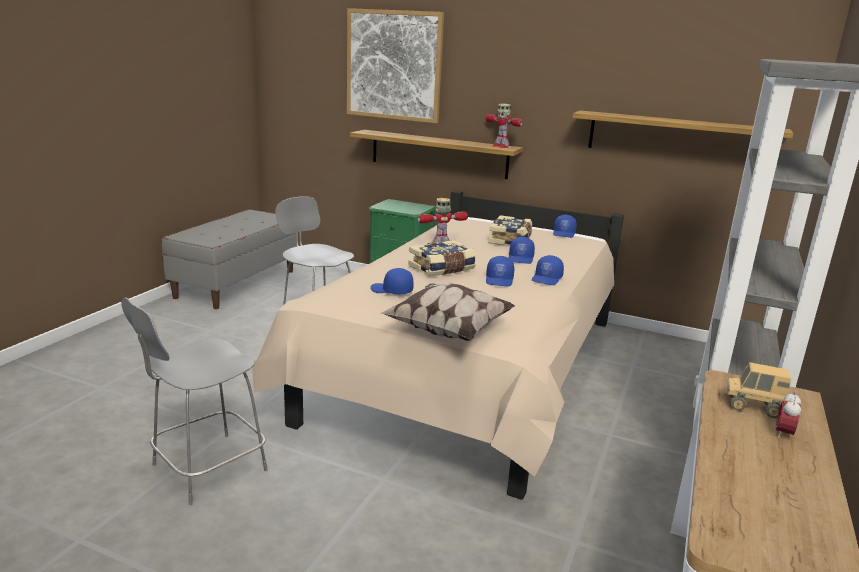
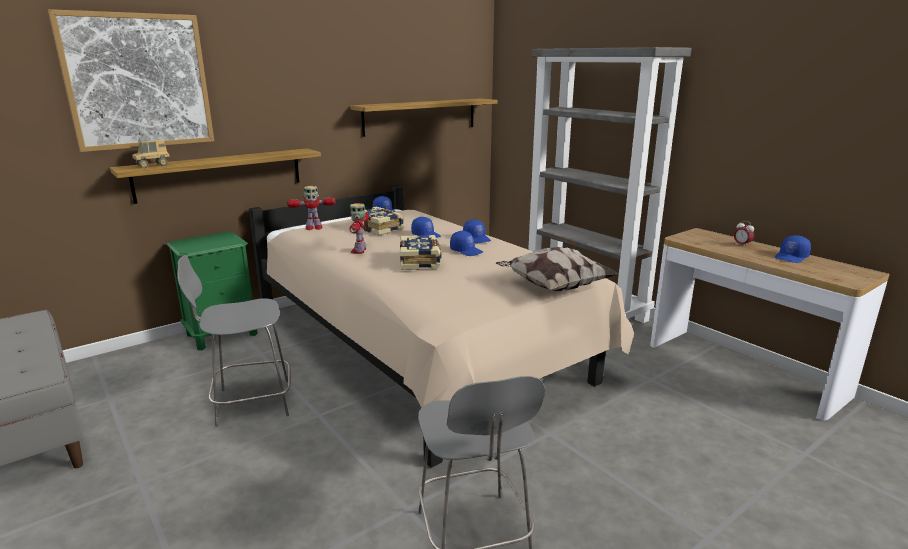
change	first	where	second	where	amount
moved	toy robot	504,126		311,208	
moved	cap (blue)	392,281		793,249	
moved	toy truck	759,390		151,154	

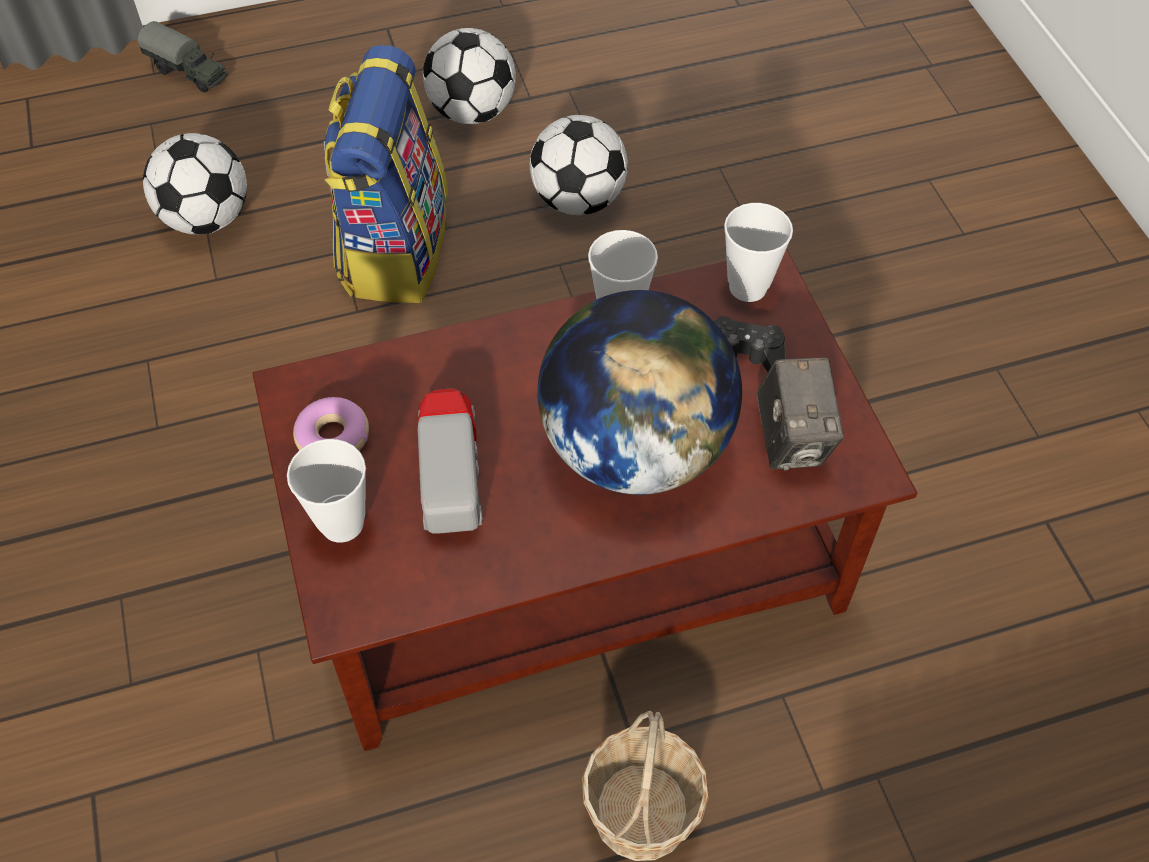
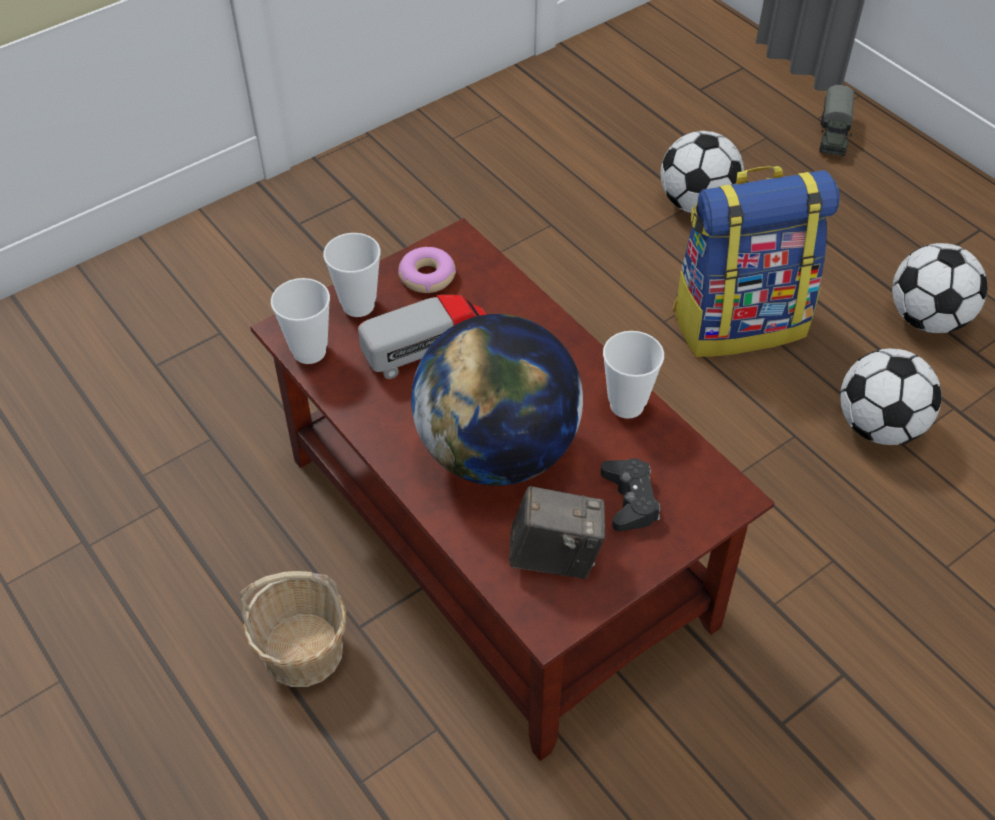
change	first	where	second	where	amount
moved	cup	758,252		300,321	
turned	photo camera	800,414		557,532	150 degrees counterclockwise

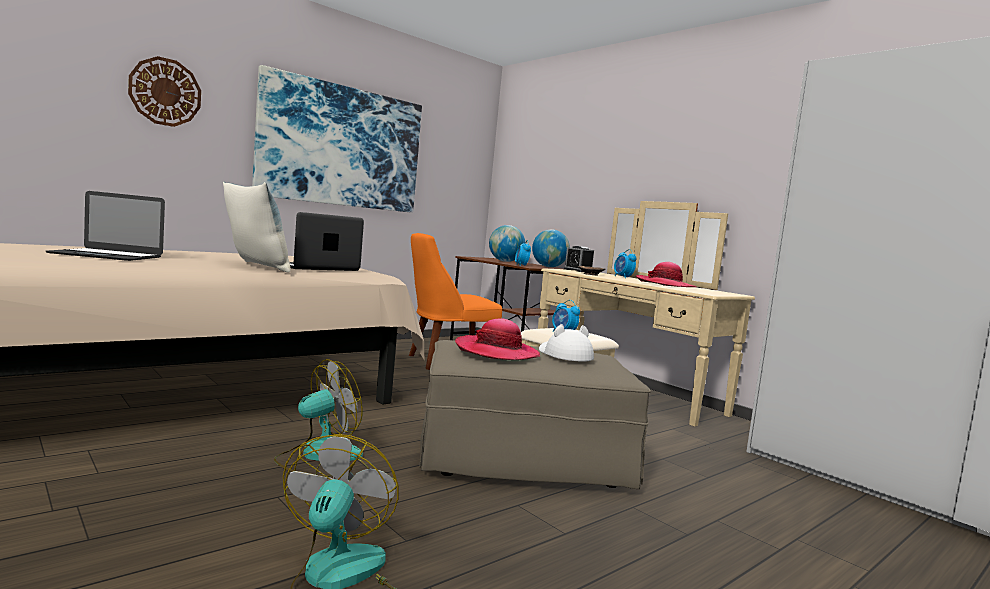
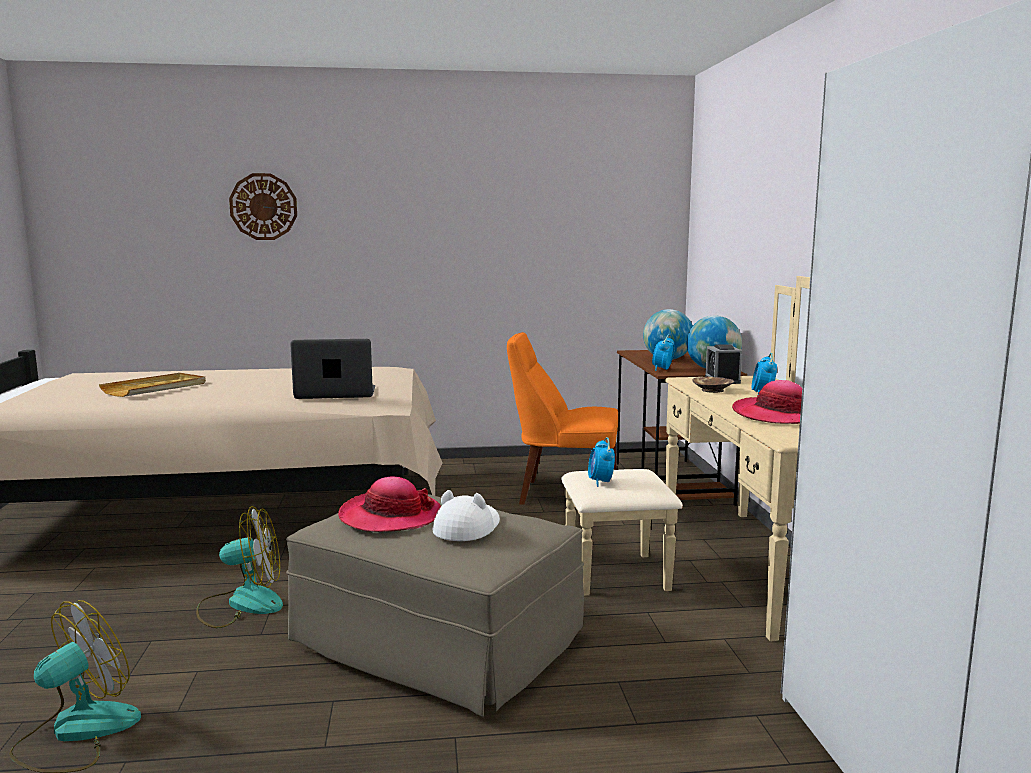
change	first	where	second	where	amount
removed	picture	337,139			
removed	pillow	257,227			
replaced	laptop	105,226	tray (beige)	152,385	

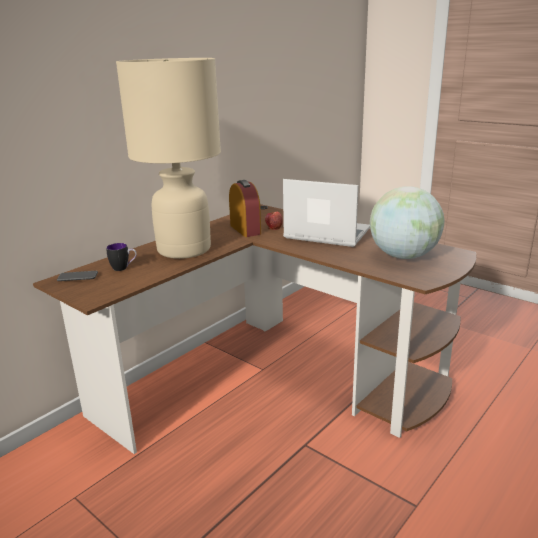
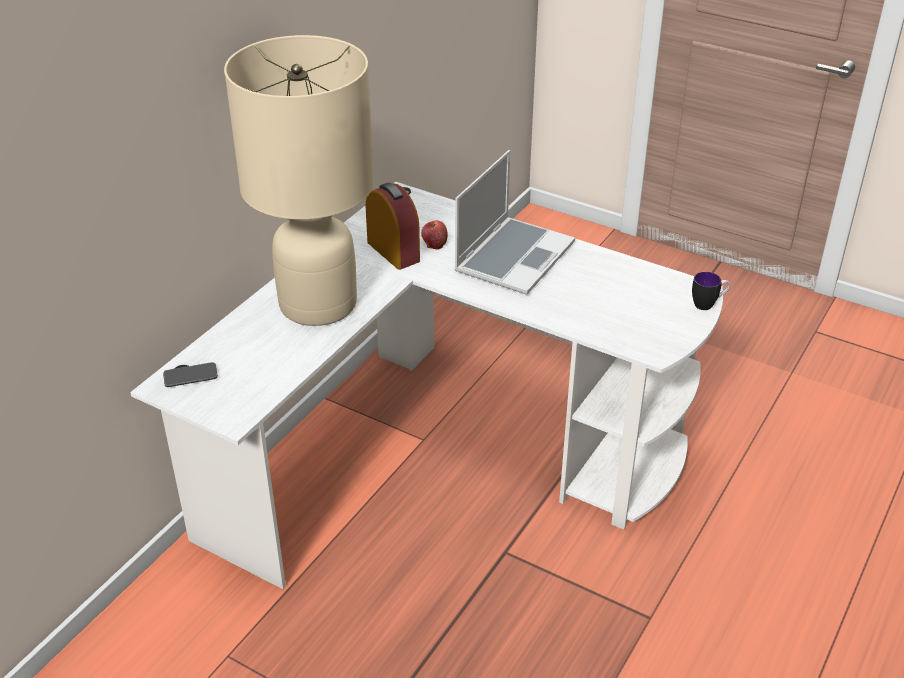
change	first	where	second	where	amount
turned	laptop	326,213		514,222	105 degrees clockwise
removed	globe	407,222			
recoloured	desk (brown)	254,329	desk (white)	426,385	
moved	mug	121,257		711,291	

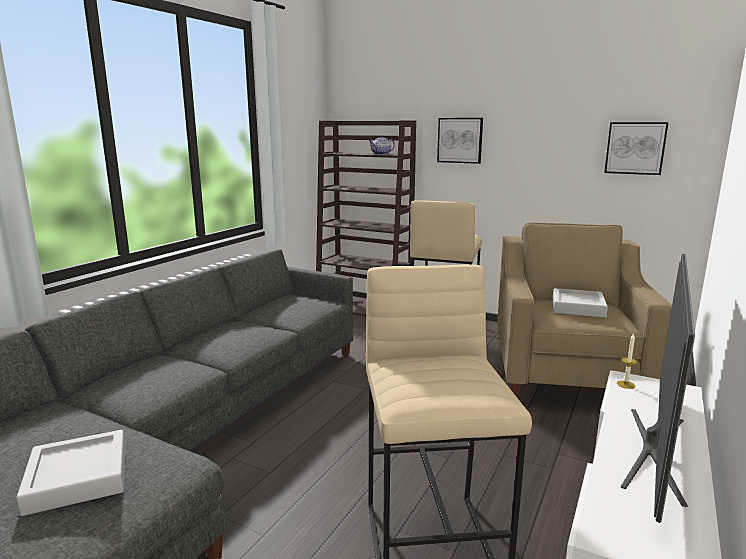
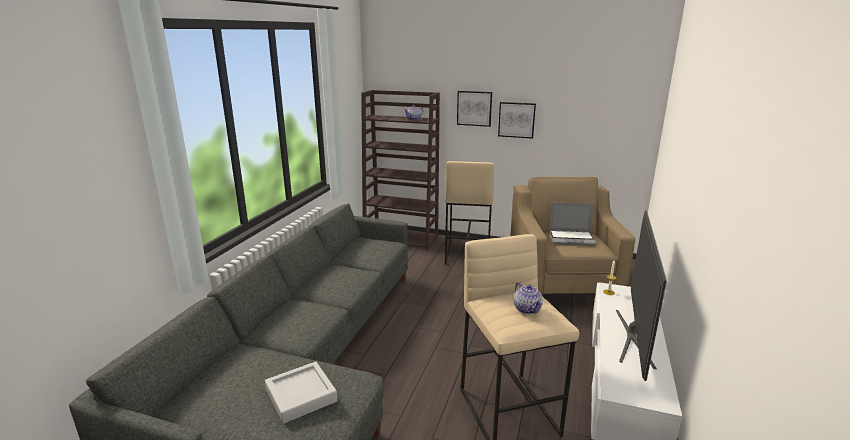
change	first	where	second	where	amount
moved	picture	636,148		517,120	
replaced	tray (grey)	580,303	laptop	573,224	
added			teapot	528,298	

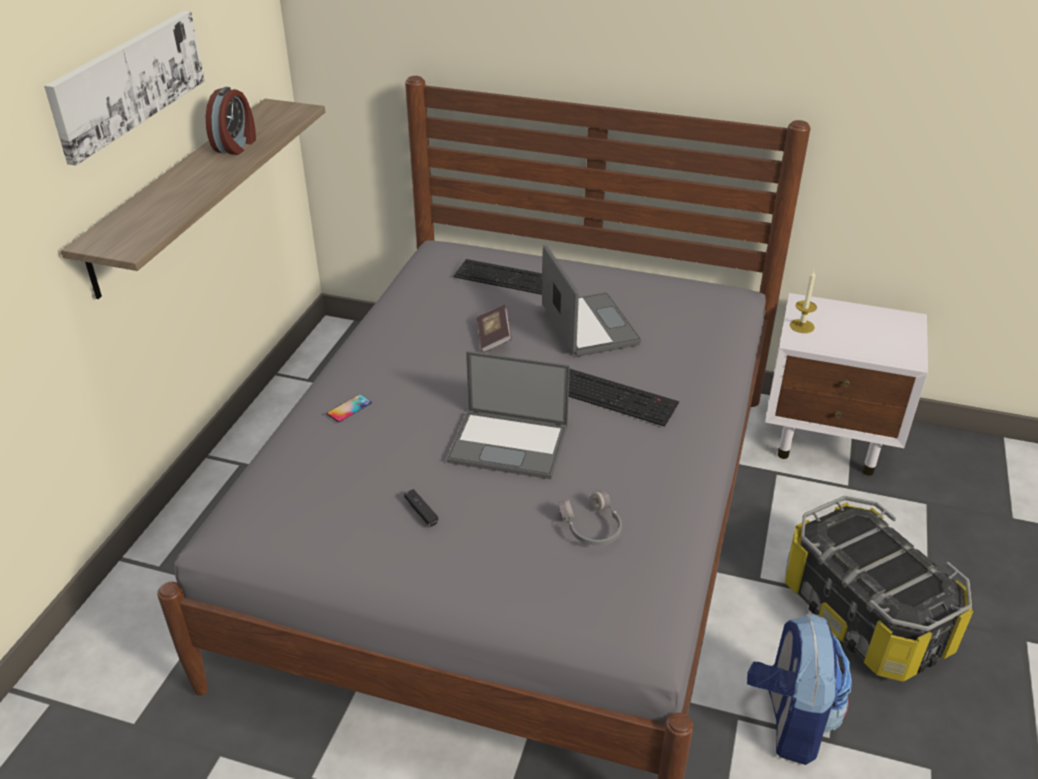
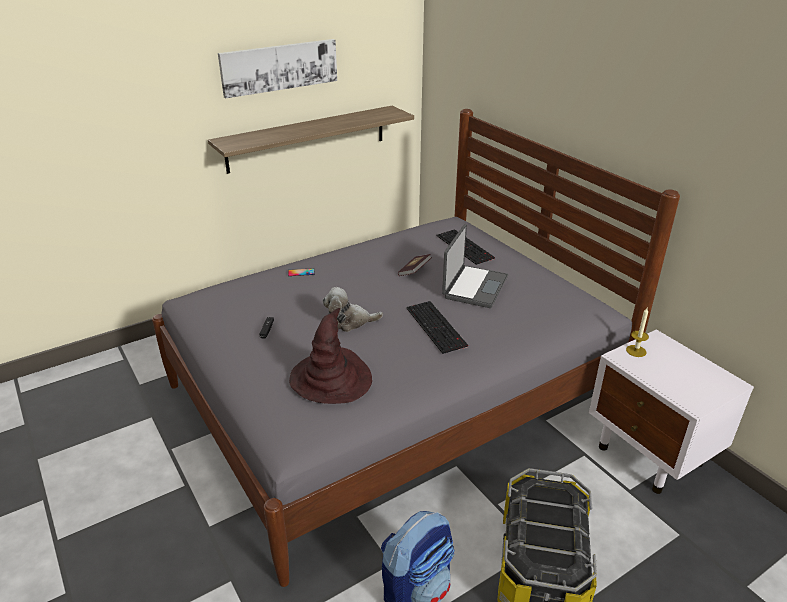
change	first	where	second	where	amount
removed	alarm clock	231,121			
replaced	laptop	508,415	plush toy	353,309	
replaced	headphones (grey)	590,518	hat (brown)	330,356	

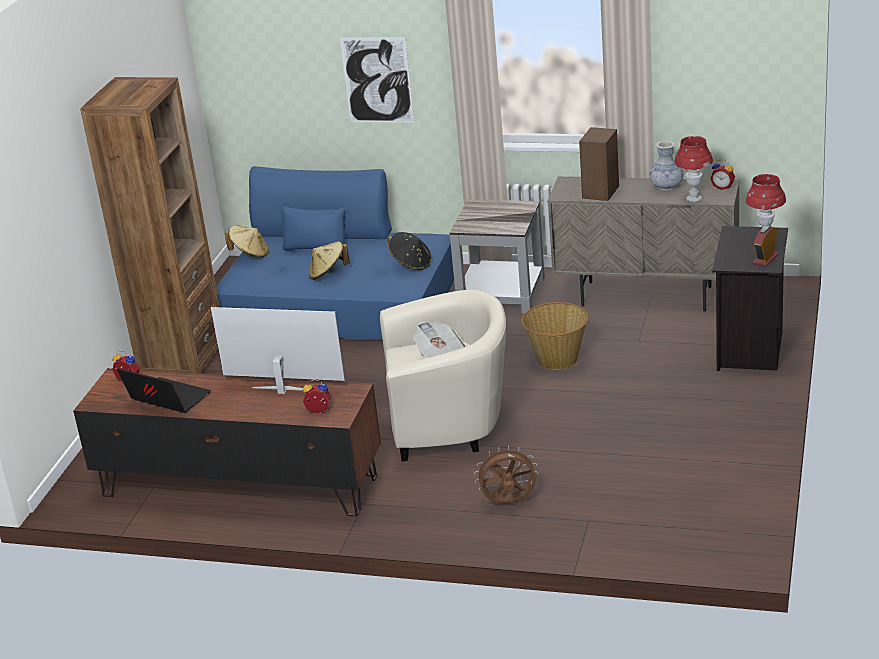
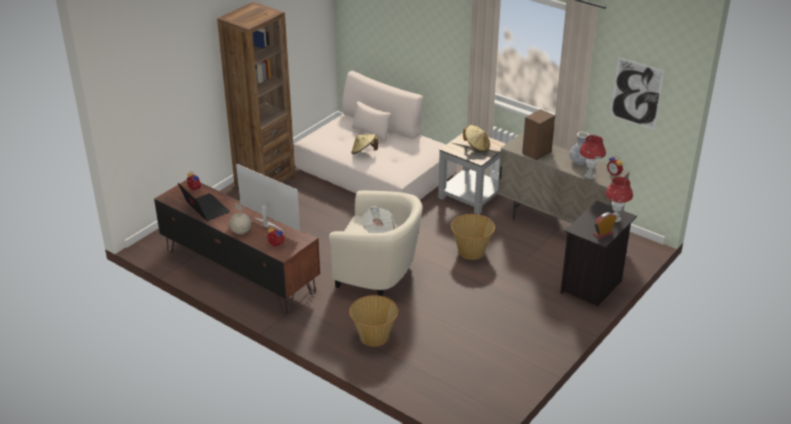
change	first	where	second	where	amount
moved	picture	377,80		637,93	
recoloured	sofa (blue)	335,253	sofa (beige)	375,135	
moved	hat (beige)	247,241		476,138	
removed	hat (black)	410,251			
replaced	fan (brown)	506,474	basket	373,320	
added			globe	240,218	

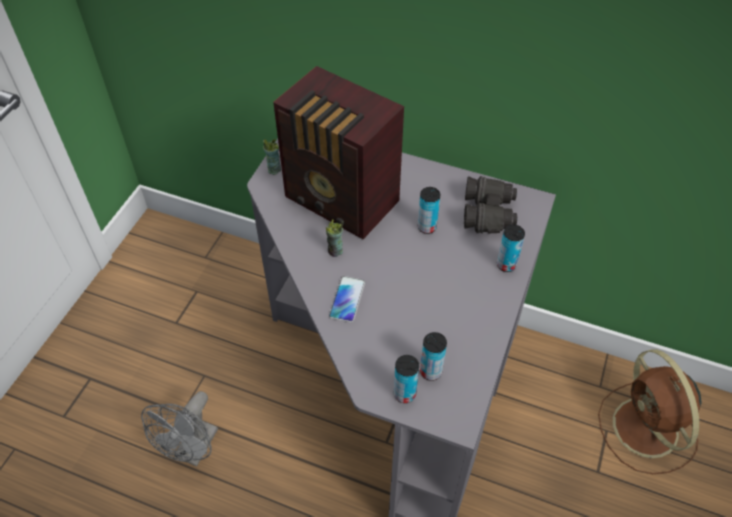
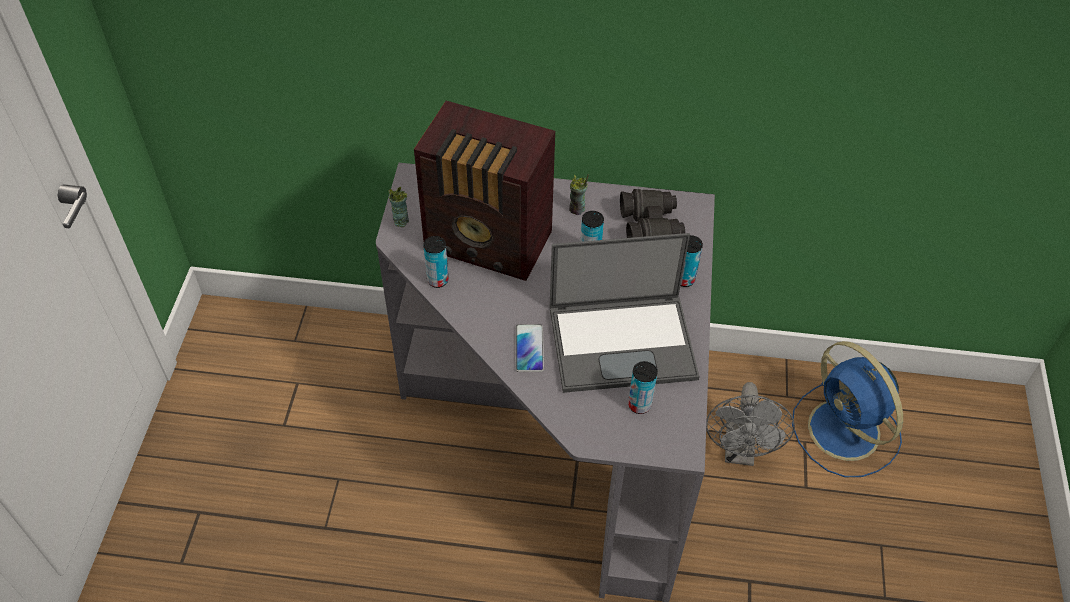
change	first	where	second	where	amount
moved	cup	334,238		579,194	
recoloured	fan (brown)	650,411	fan (blue)	847,409	
moved	can	406,379		436,262	
moved	fan (grey)	179,428		750,424	
added			laptop	625,313	

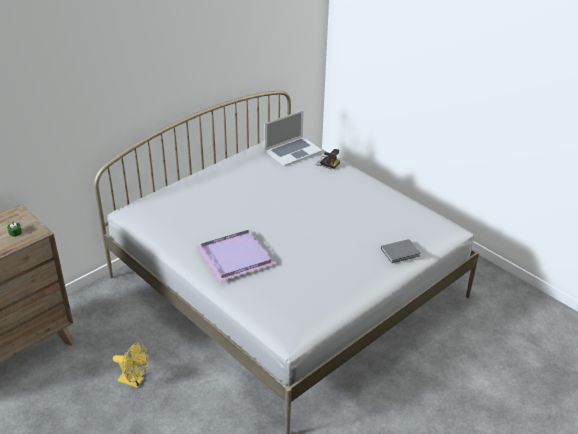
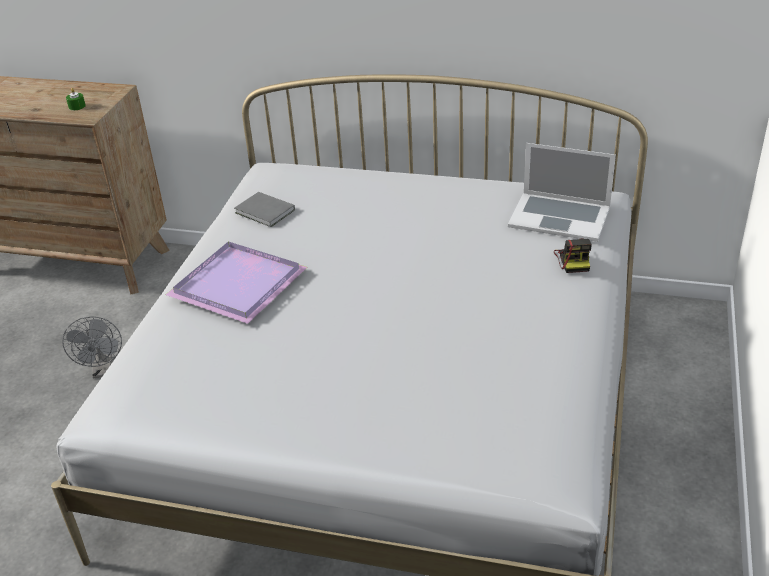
change	first	where	second	where	amount
moved	book (grey)	401,251		264,209	
recoloured	fan (yellow)	131,365	fan (grey)	92,347	

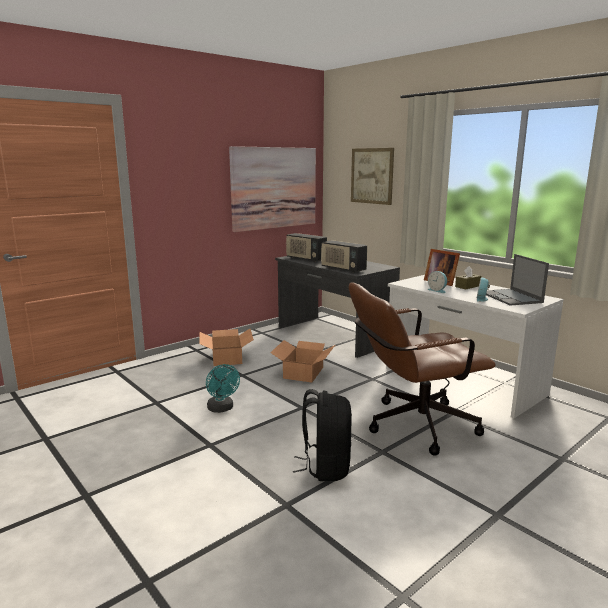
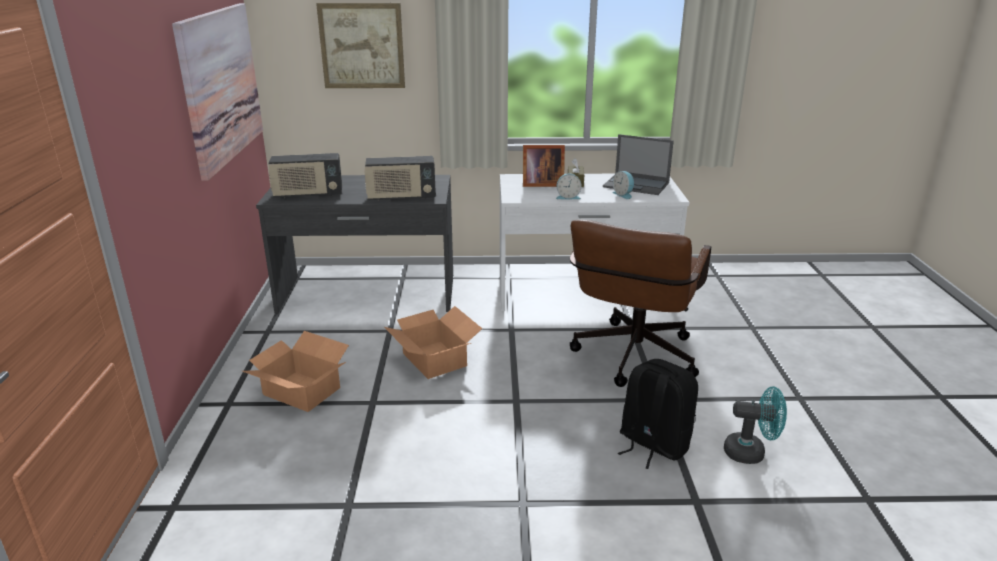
change	first	where	second	where	amount
moved	fan (turquoise)	223,388		755,425	

